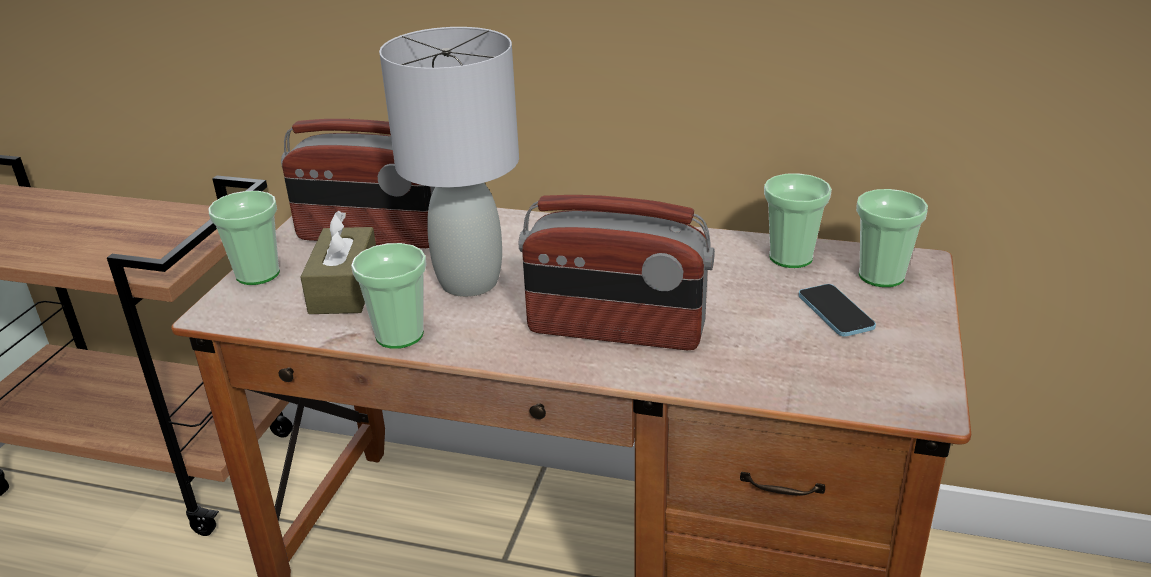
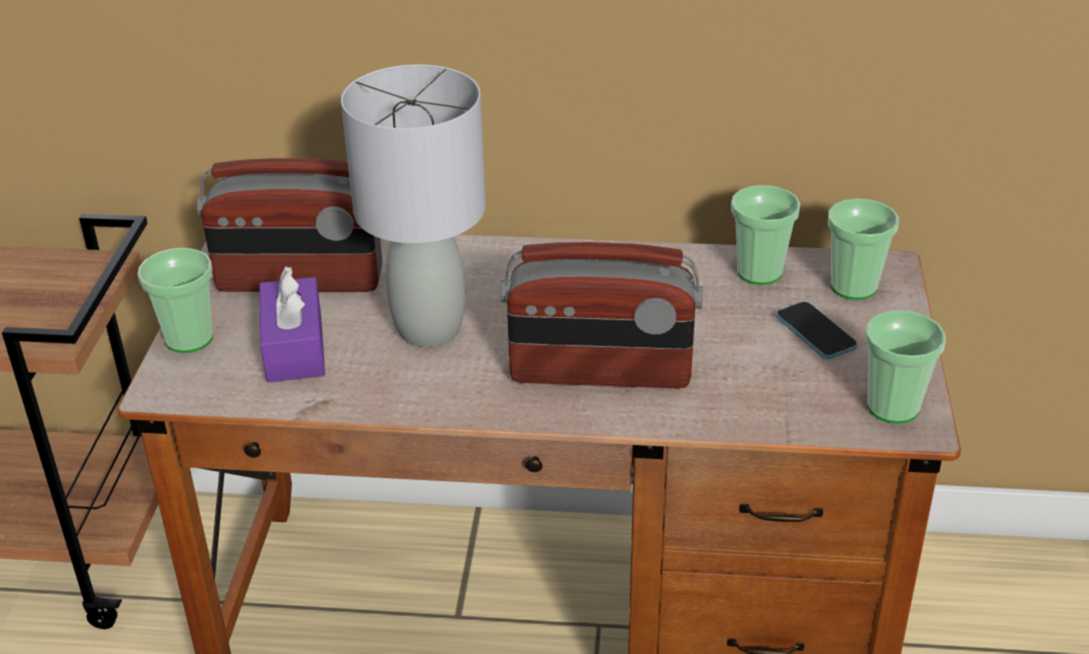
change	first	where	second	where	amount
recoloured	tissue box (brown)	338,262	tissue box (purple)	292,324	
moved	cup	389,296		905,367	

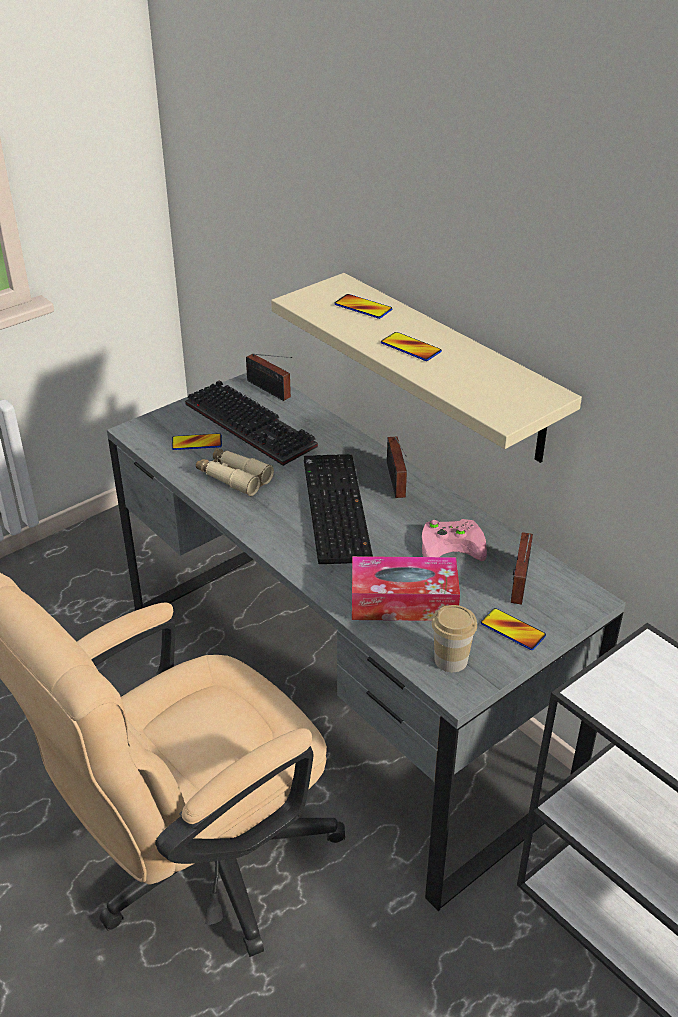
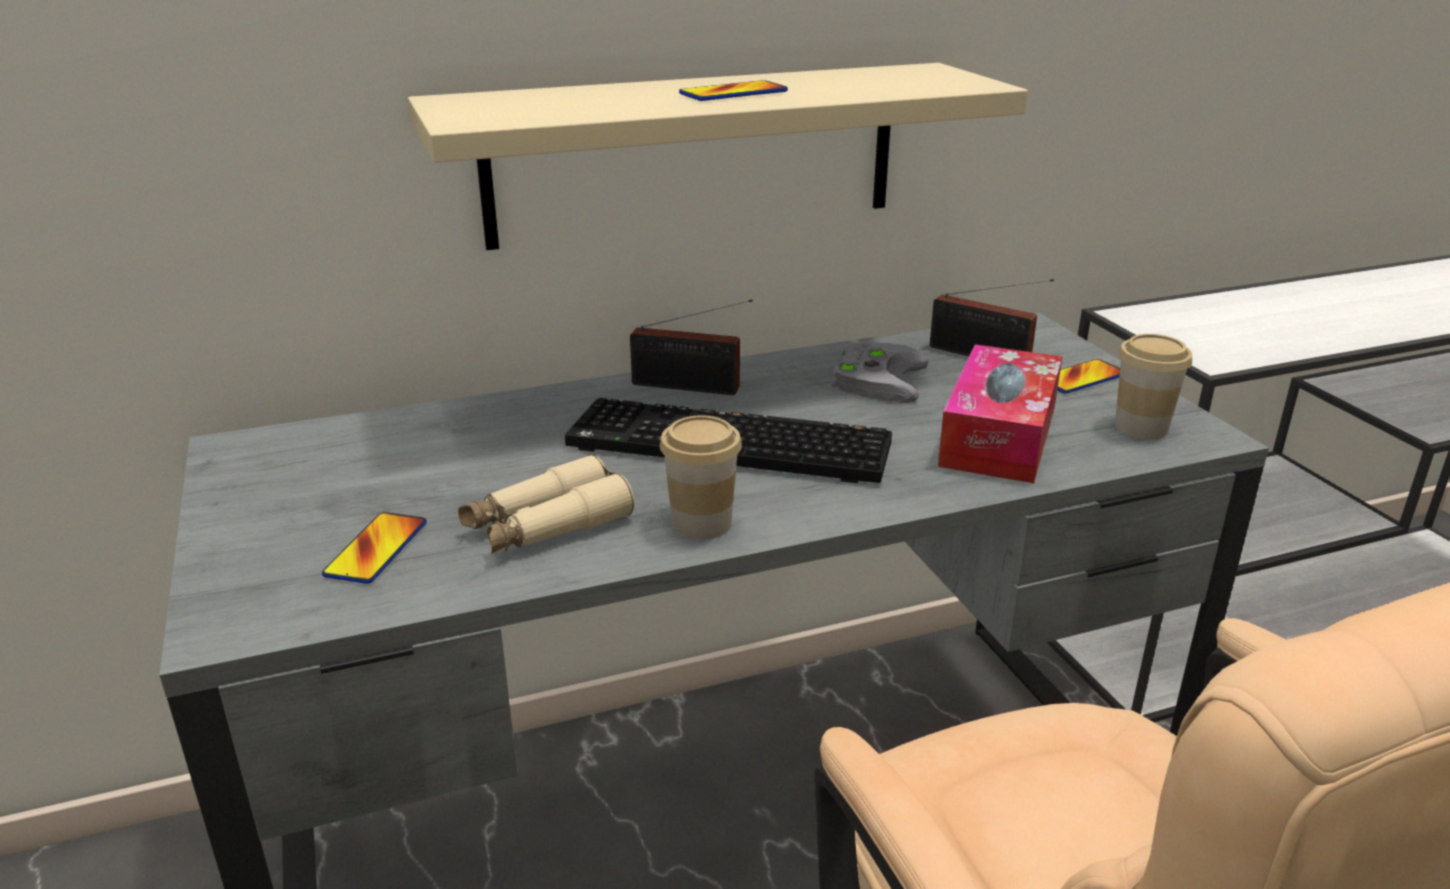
change	first	where	second	where	amount
removed	phone	363,306			
removed	radio	269,377			
removed	keyboard	251,423			
recoloured	game controller (pink)	454,540	game controller (grey)	880,373	
added			cup	701,477	

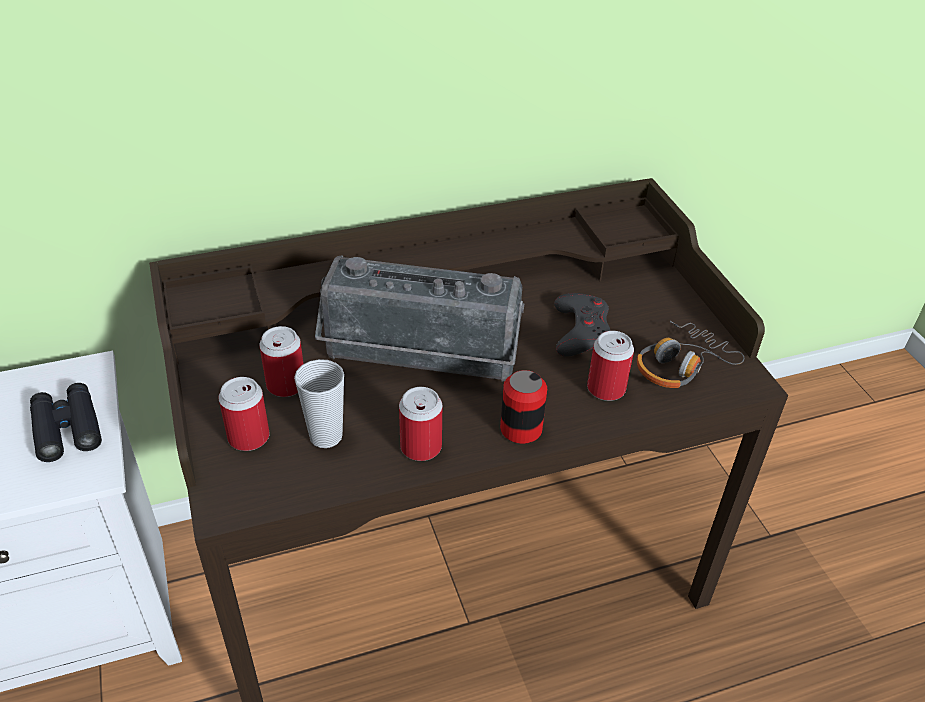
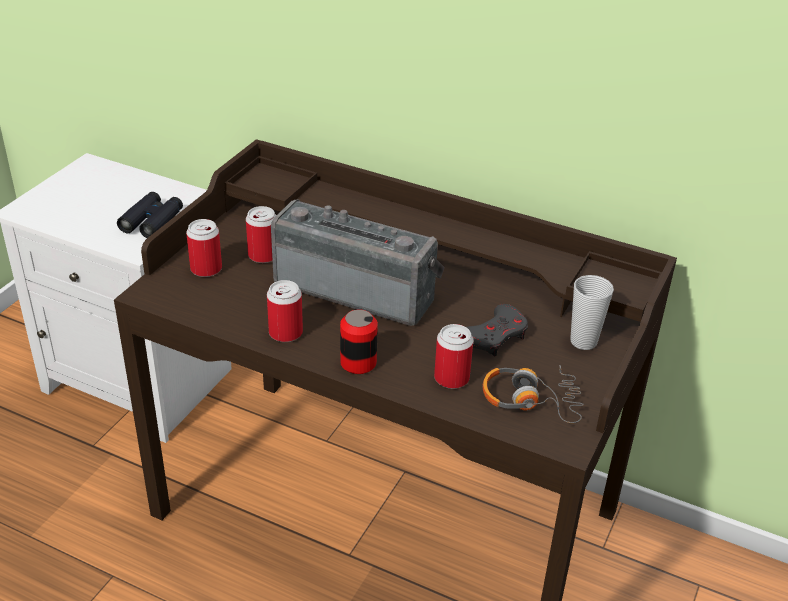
change	first	where	second	where	amount
turned	radio	419,318		358,263	150 degrees clockwise
moved	cup	319,403		592,312	

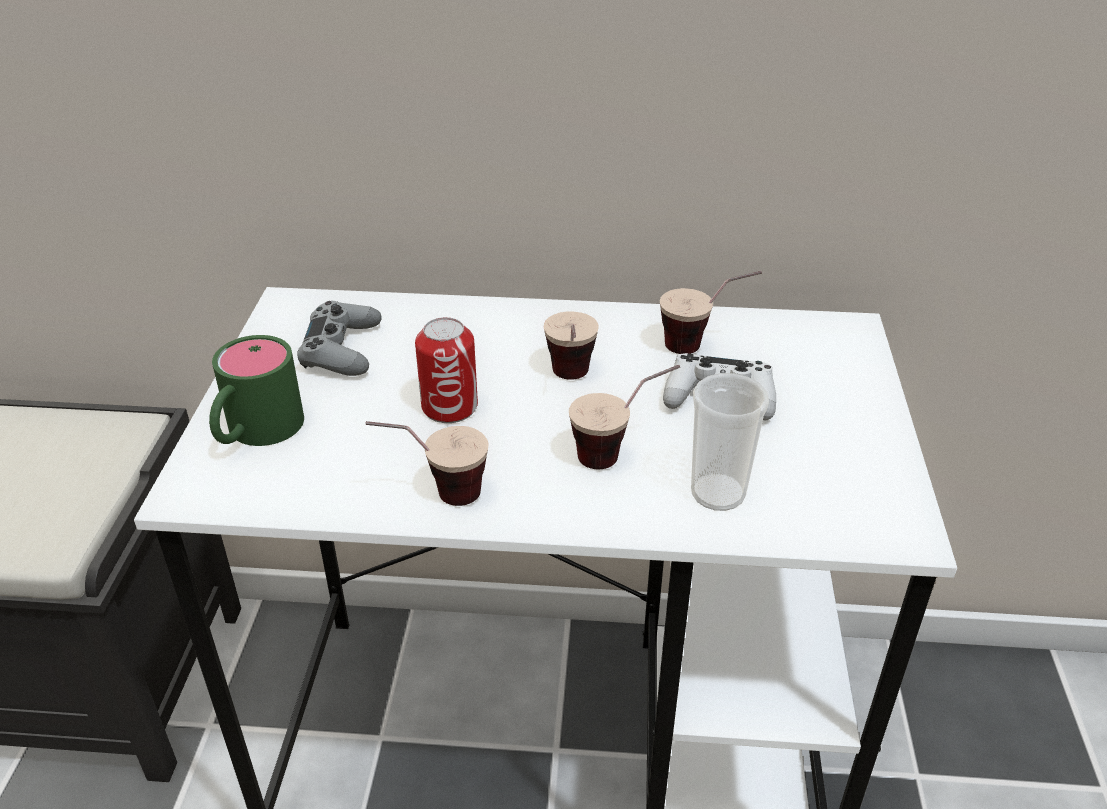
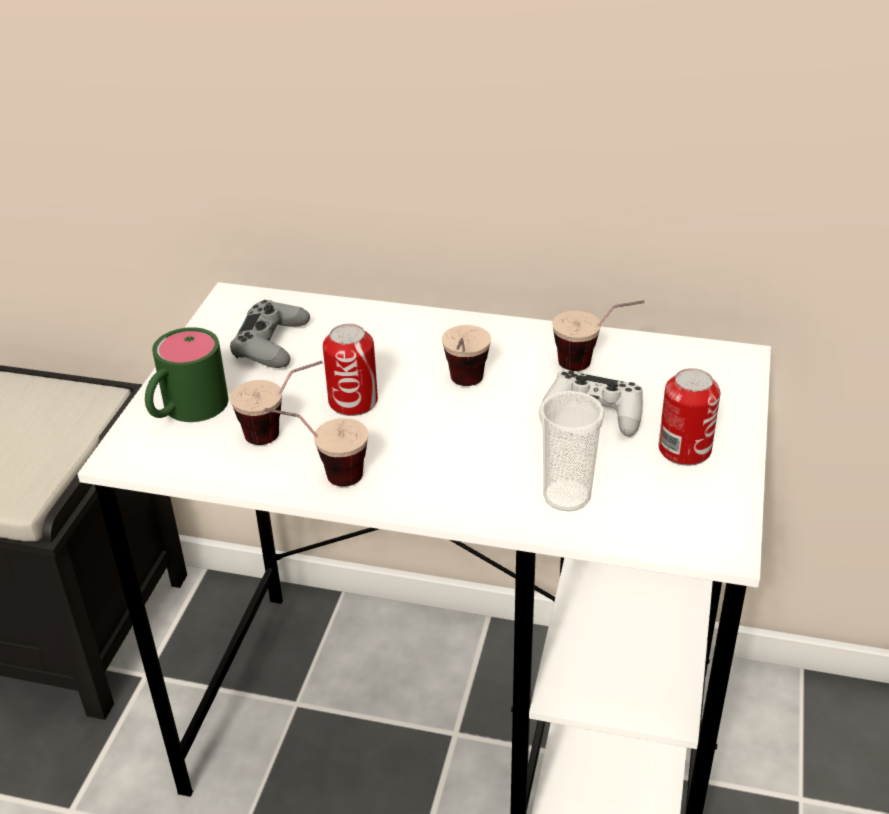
change	first	where	second	where	amount
moved	cup	624,417		276,403	
added			can	689,417	

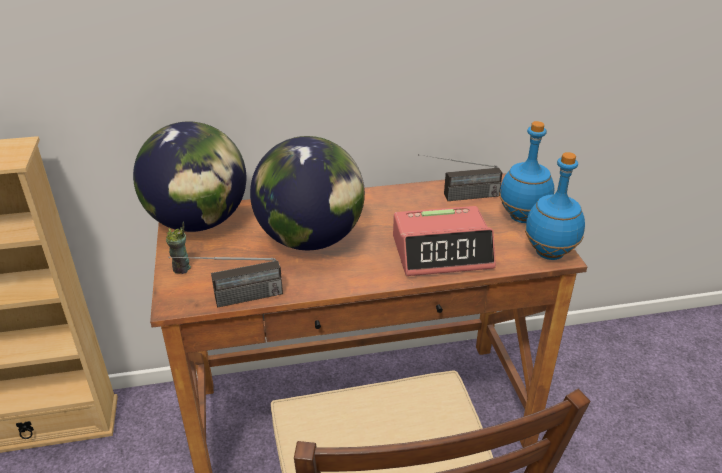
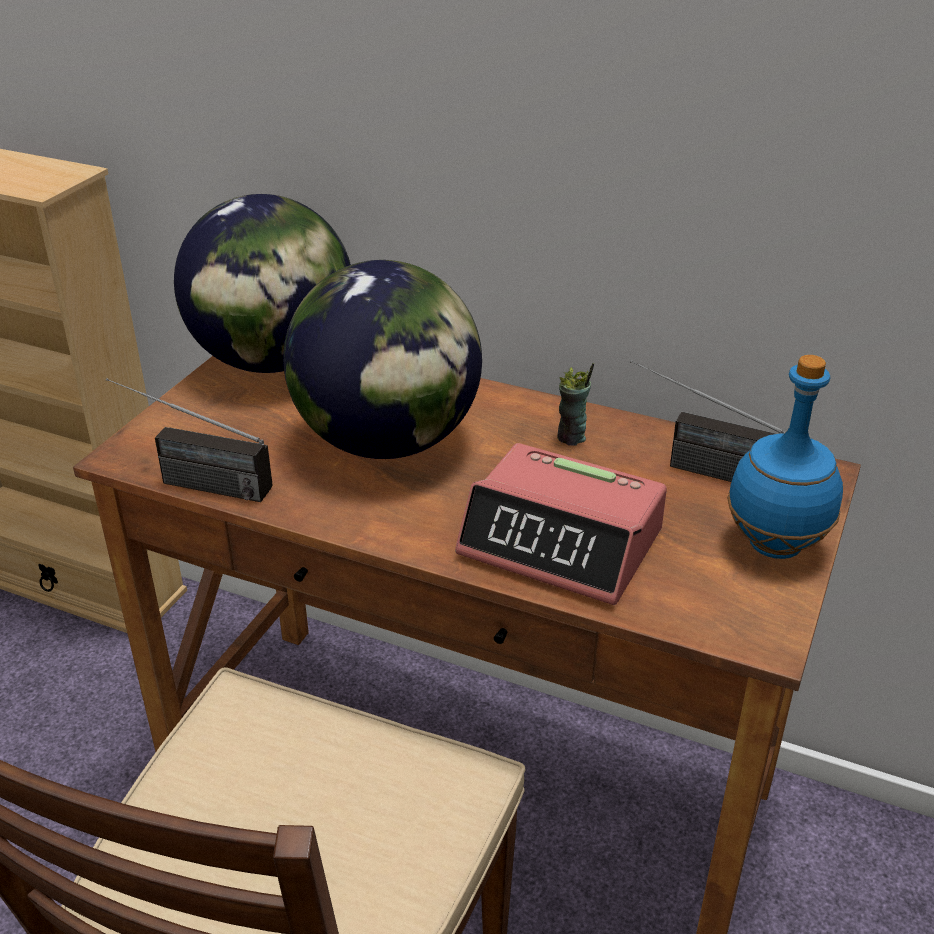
change	first	where	second	where	amount
removed	bottle (blue)	555,206			
moved	cup	178,248		575,404	

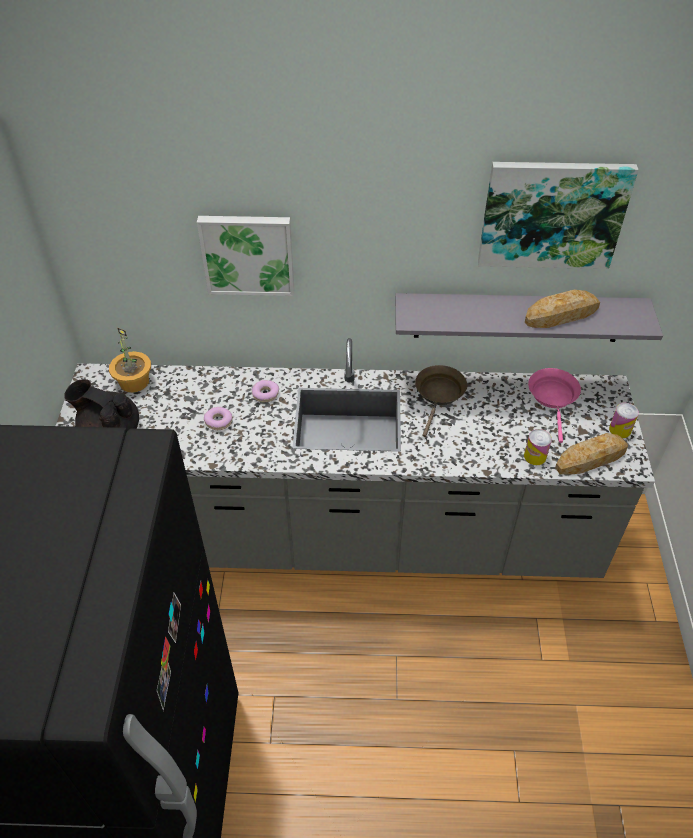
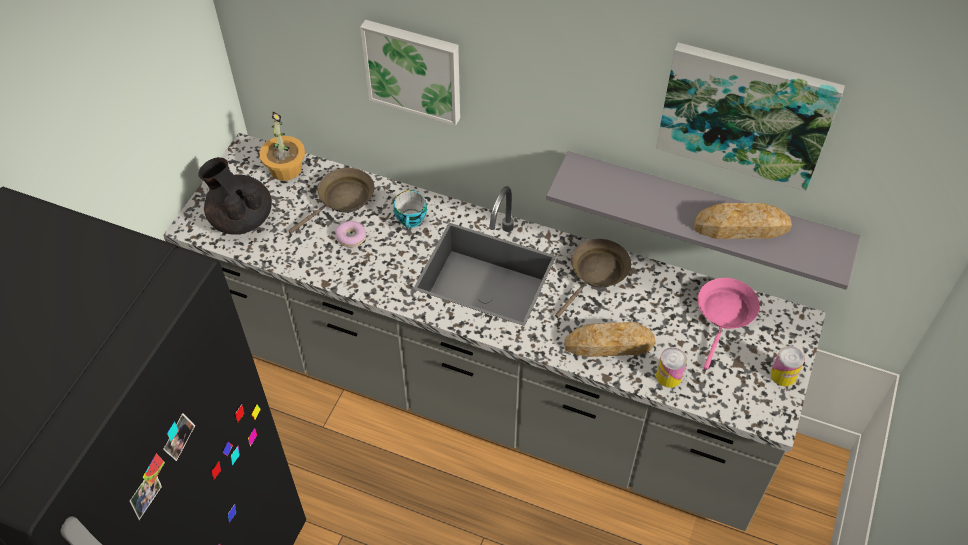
change	first	where	second	where	amount
replaced	donut	265,391	cup	410,209	
moved	bread	591,454		610,339	
added			frying pan (brown)	331,201	

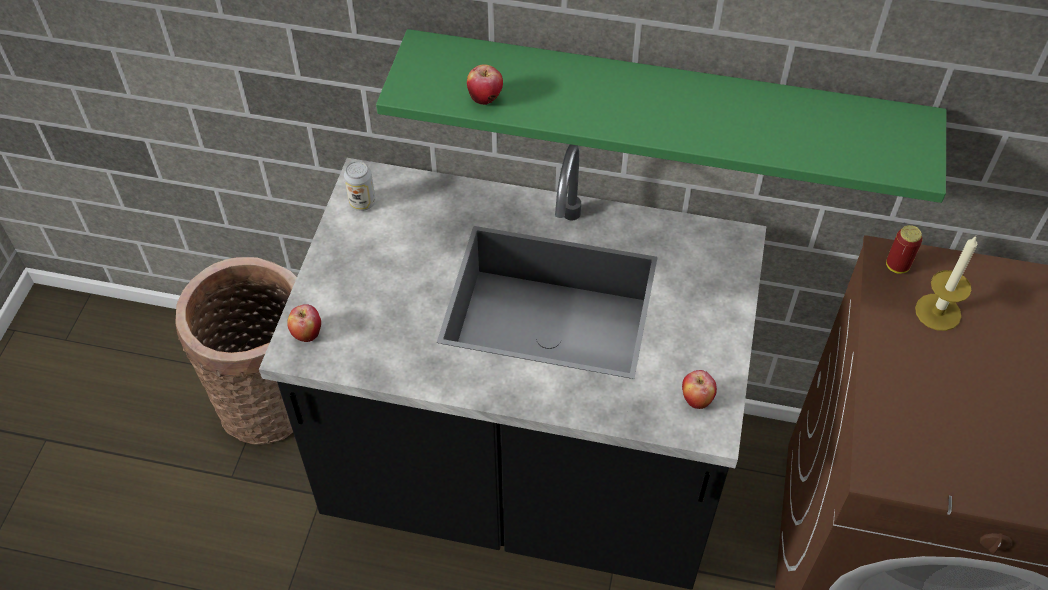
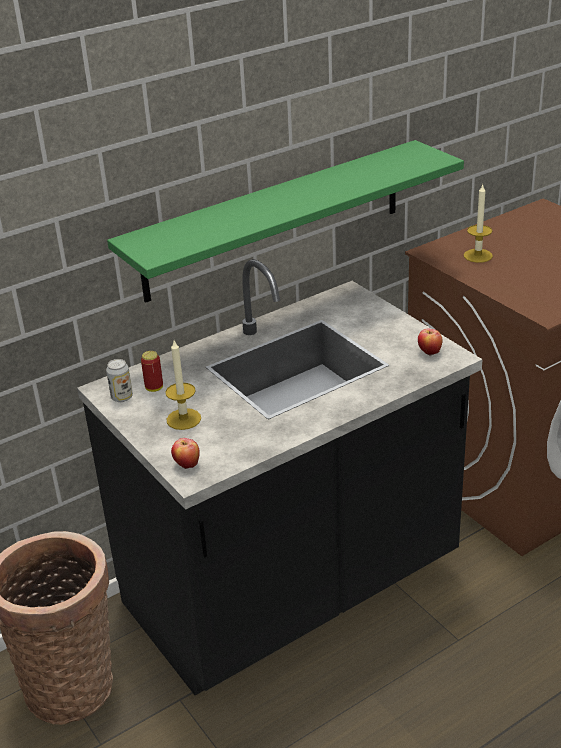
change	first	where	second	where	amount
removed	apple	485,84			
moved	can	904,249		152,371	
added			candle	183,385	

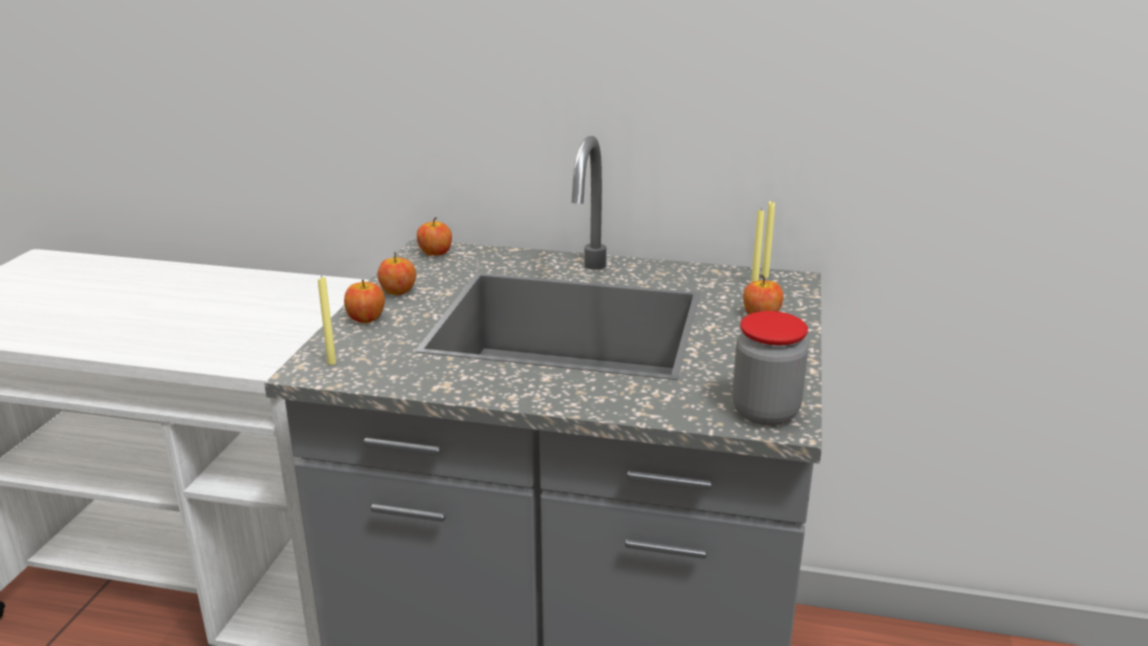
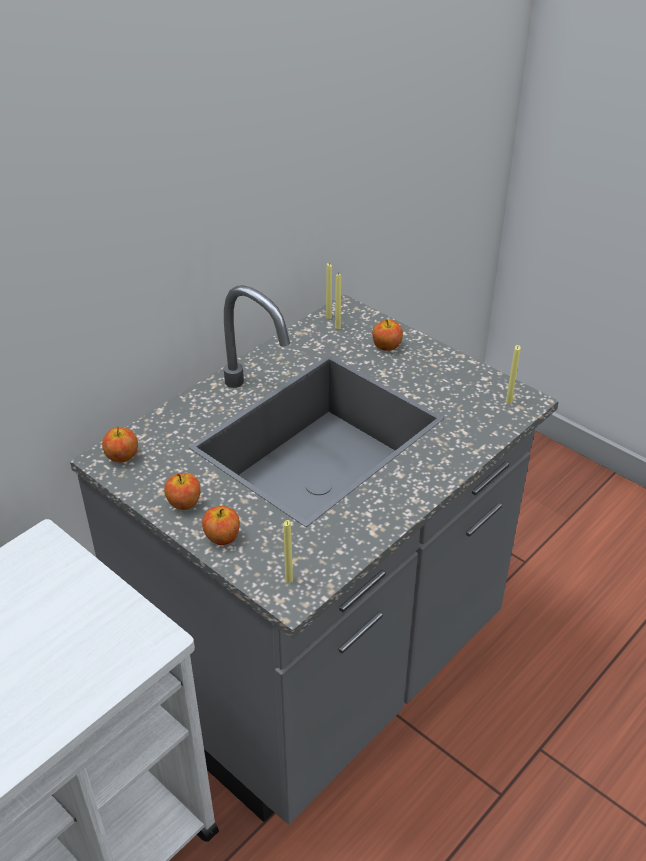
change	first	where	second	where	amount
replaced	jar	770,368	candle (yellow)	513,374	

